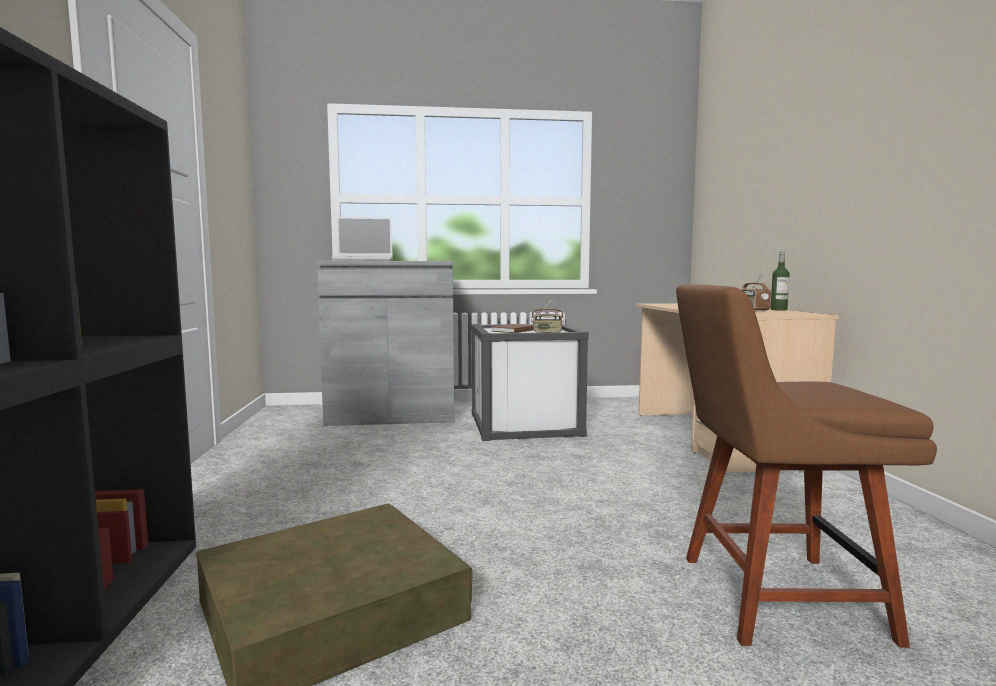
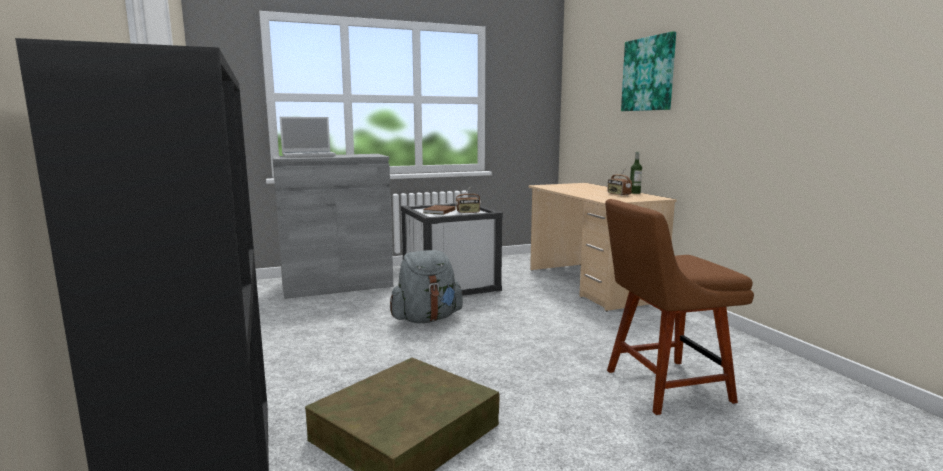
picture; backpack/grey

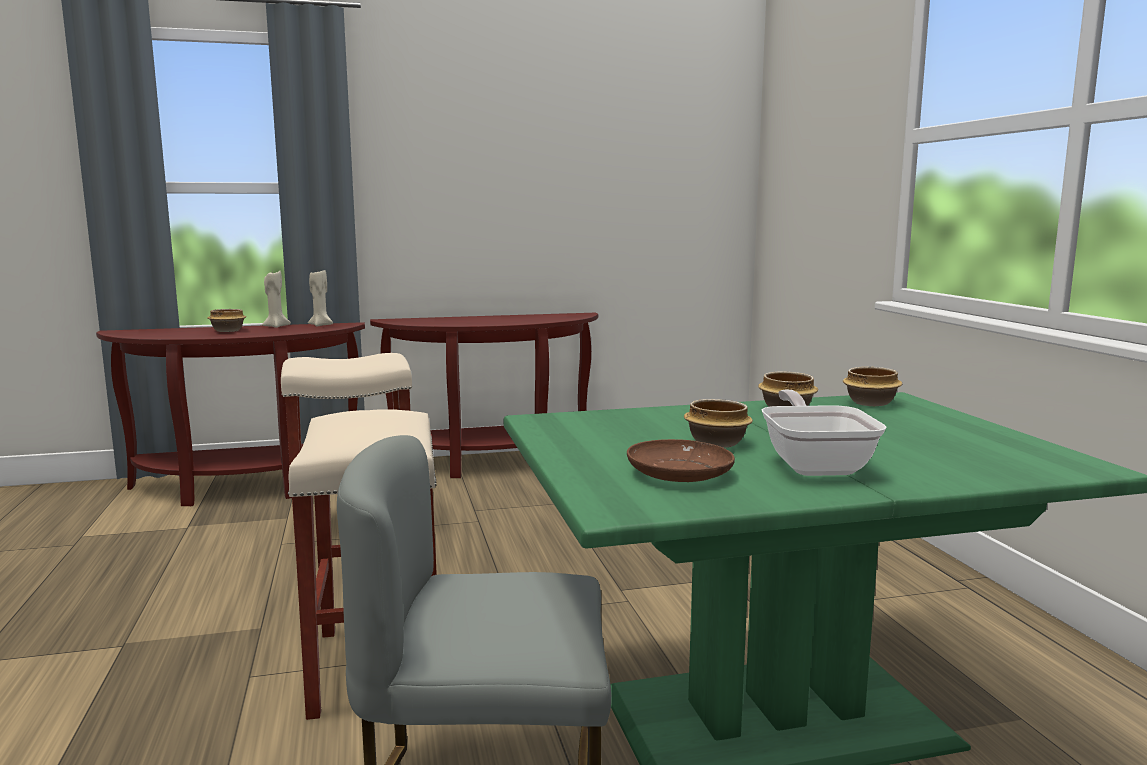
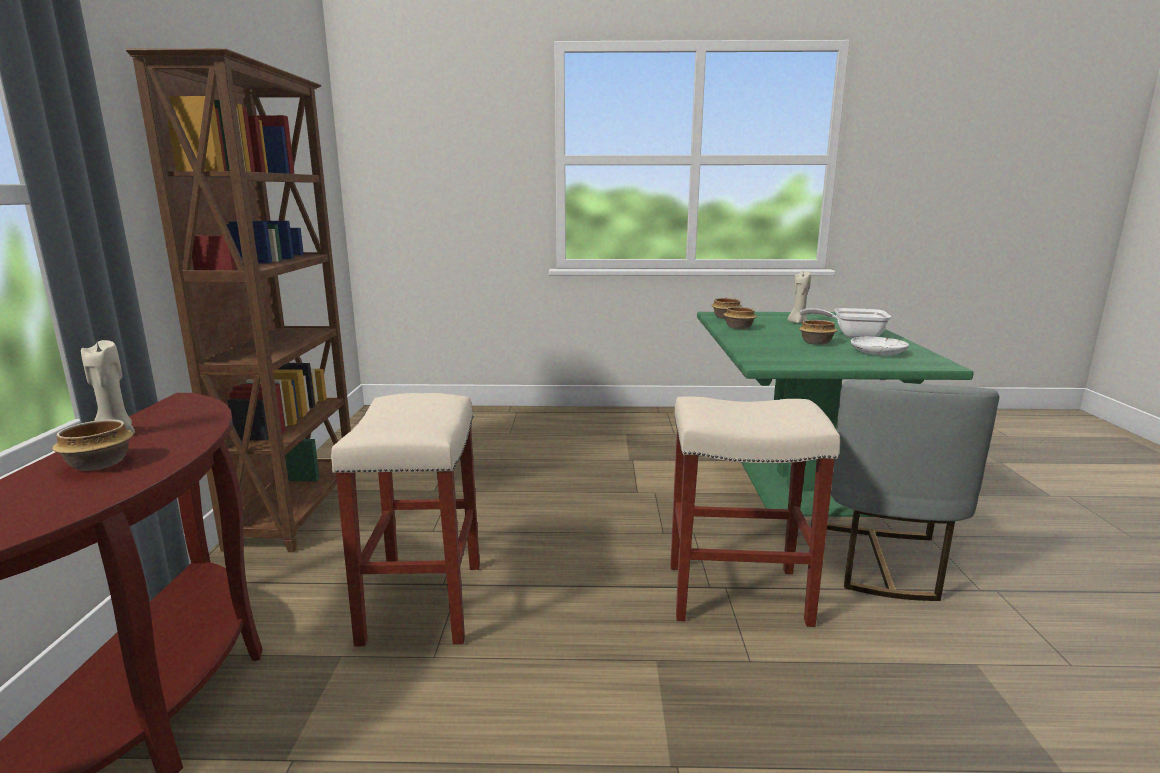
candle/beige (2nd from left); bookcase/brown; plate/white

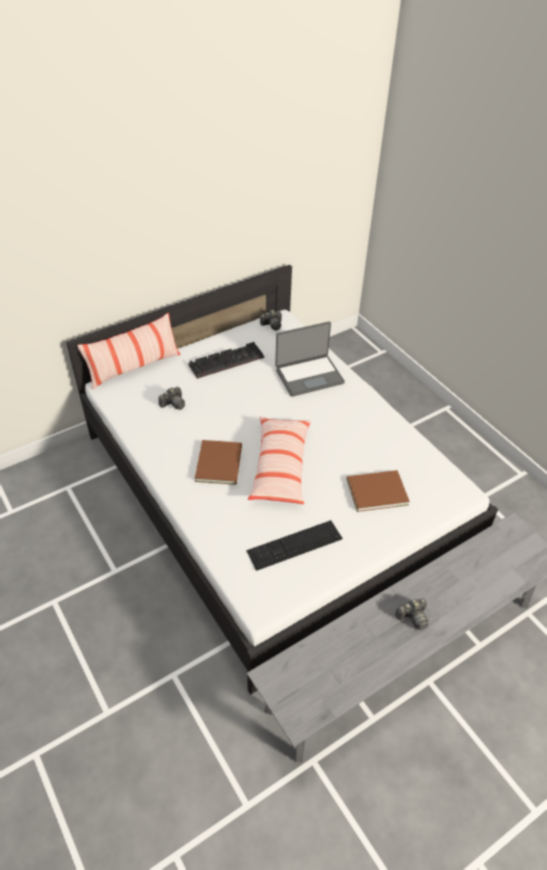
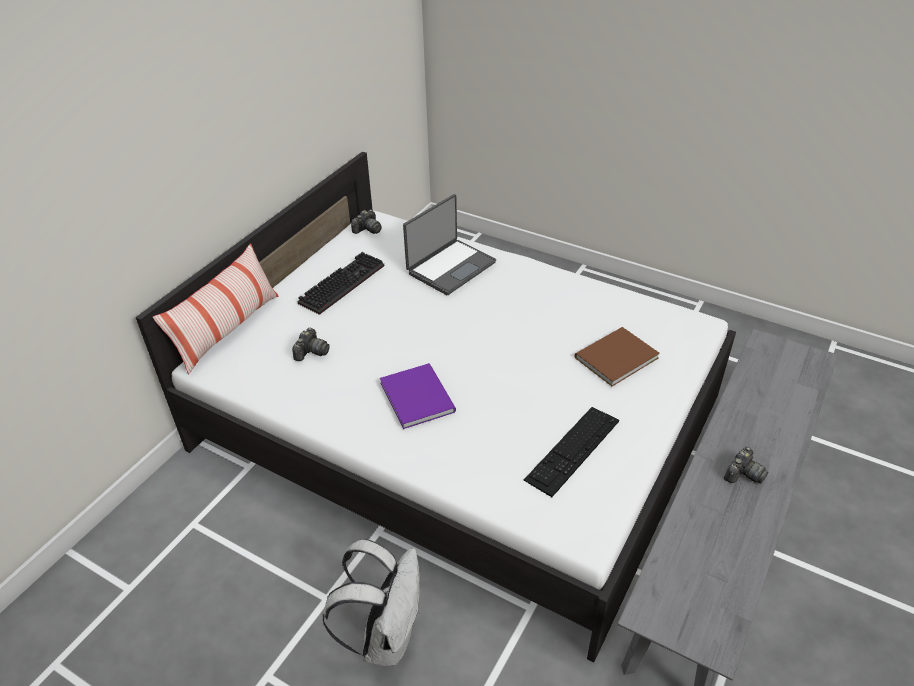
pillow (2nd from left in the first image); book/purple; backpack/white

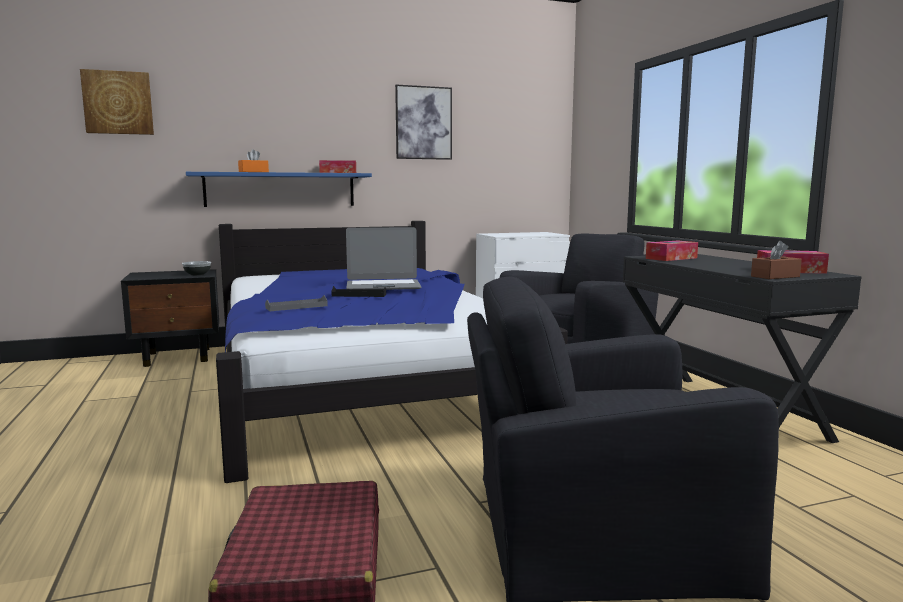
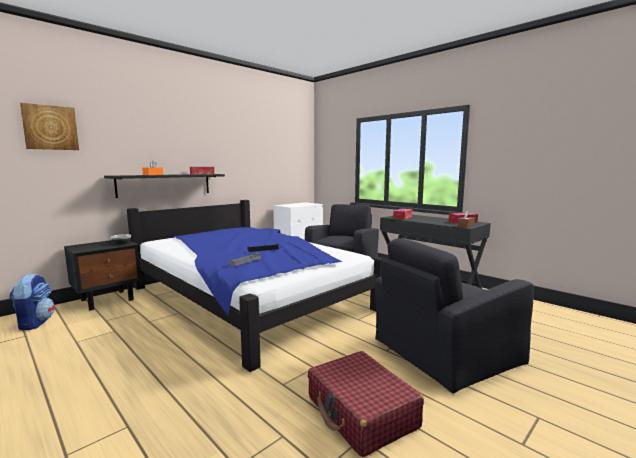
picture (2nd from left in the first image); shelf/black; laptop; backpack

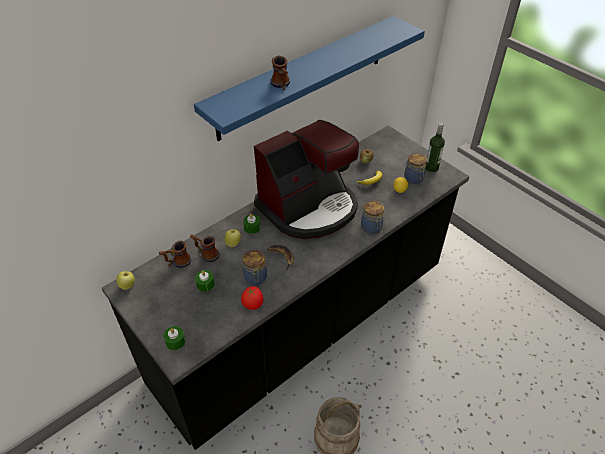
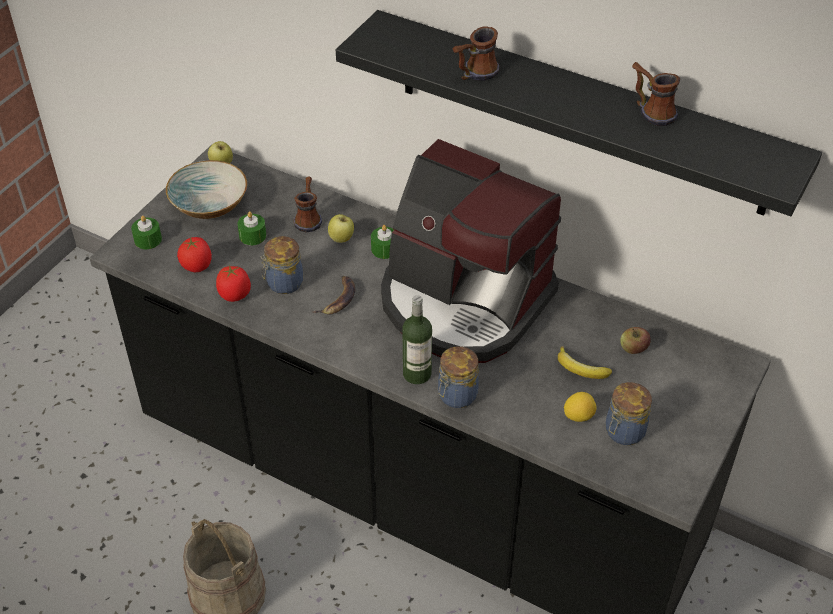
shelf/black; bottle; mug (3rd from left); bowl; tomato (1st from left)

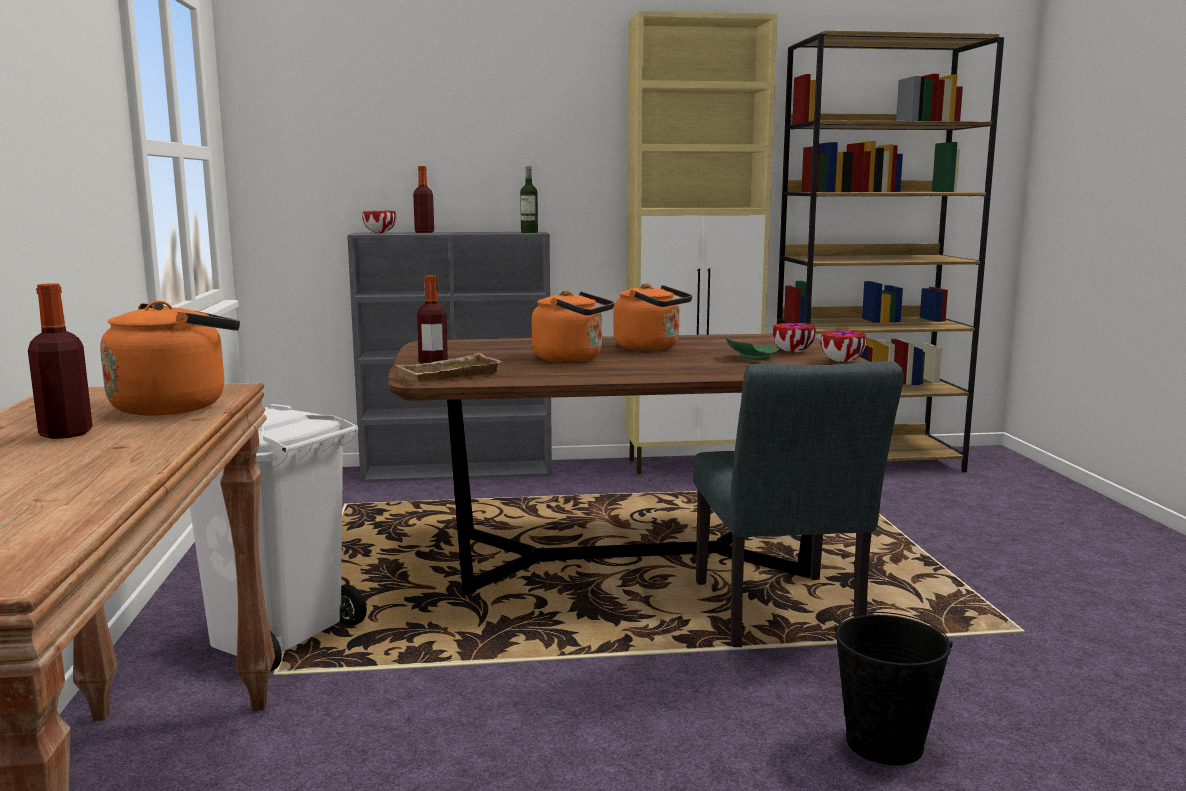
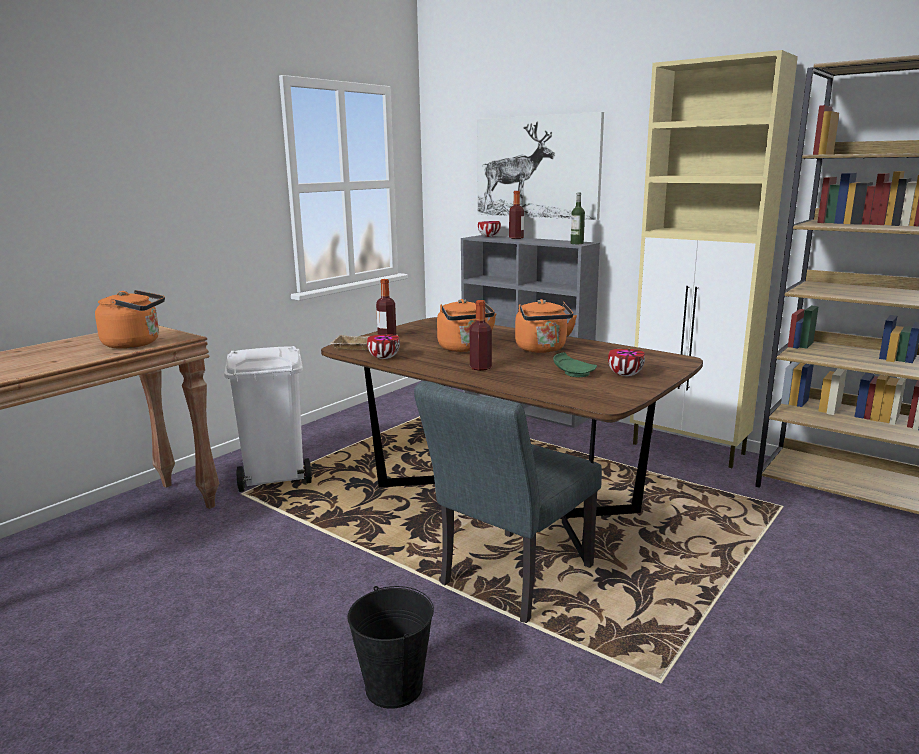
bottle (2nd from left); bowl (1st from left); picture

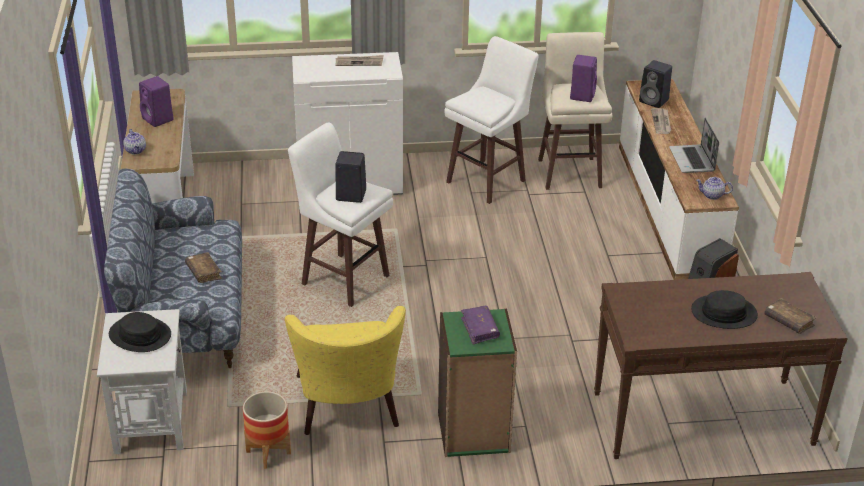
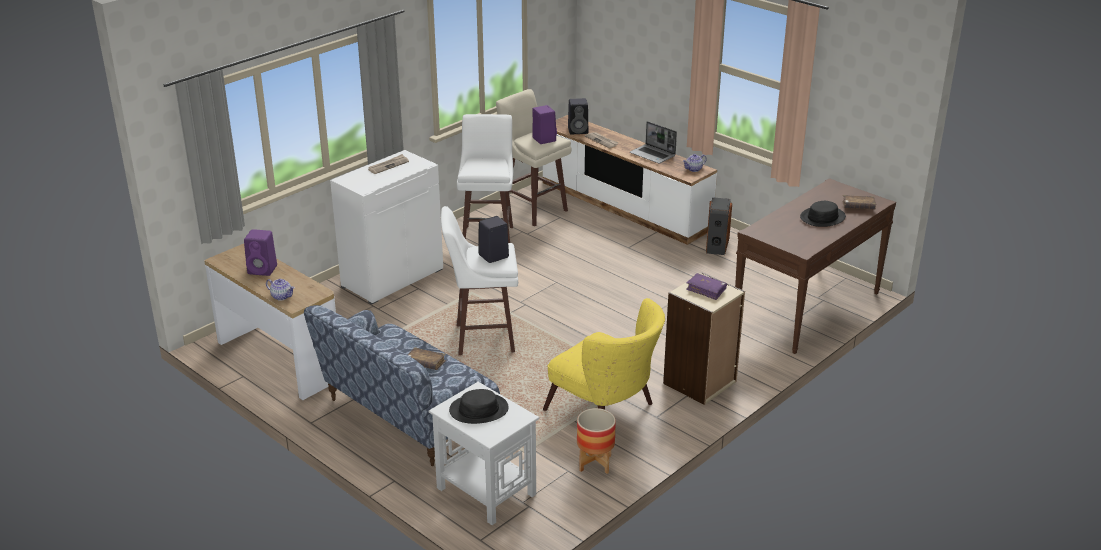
bookcase/beige

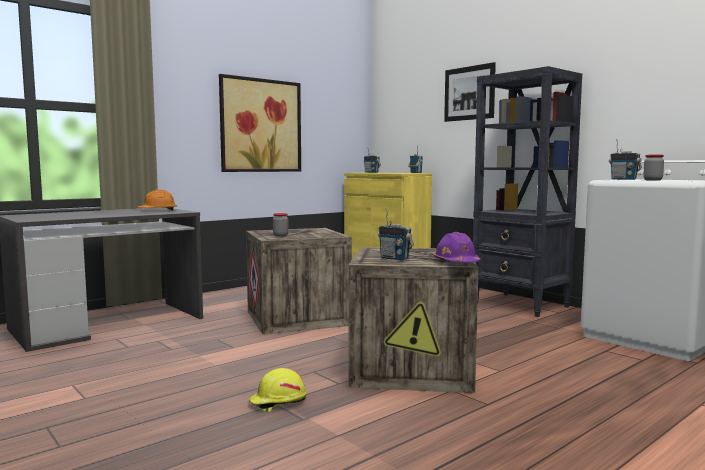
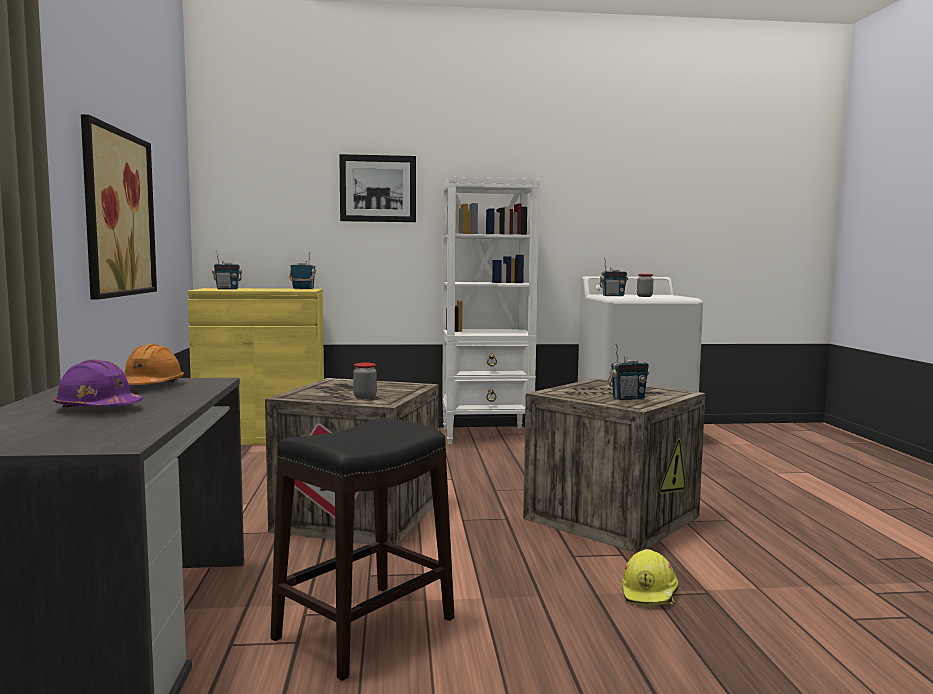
bookcase/white; hard hat/purple; stool/black

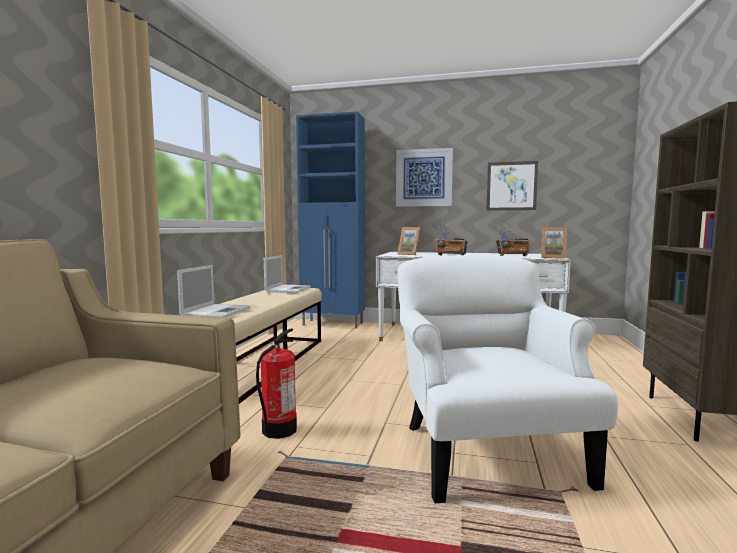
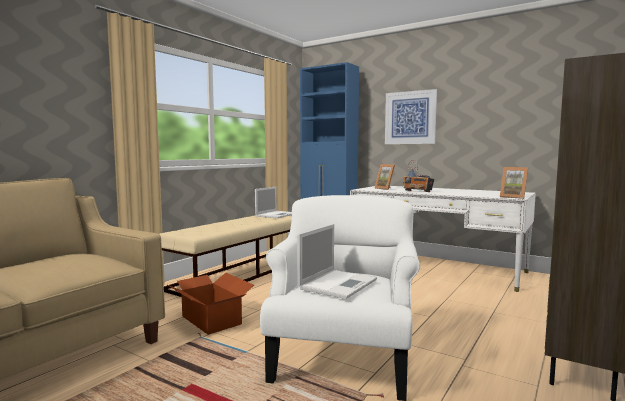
picture (2nd from left in the first image); radio (2nd from left in the first image); laptop (2nd from left); cardboard box

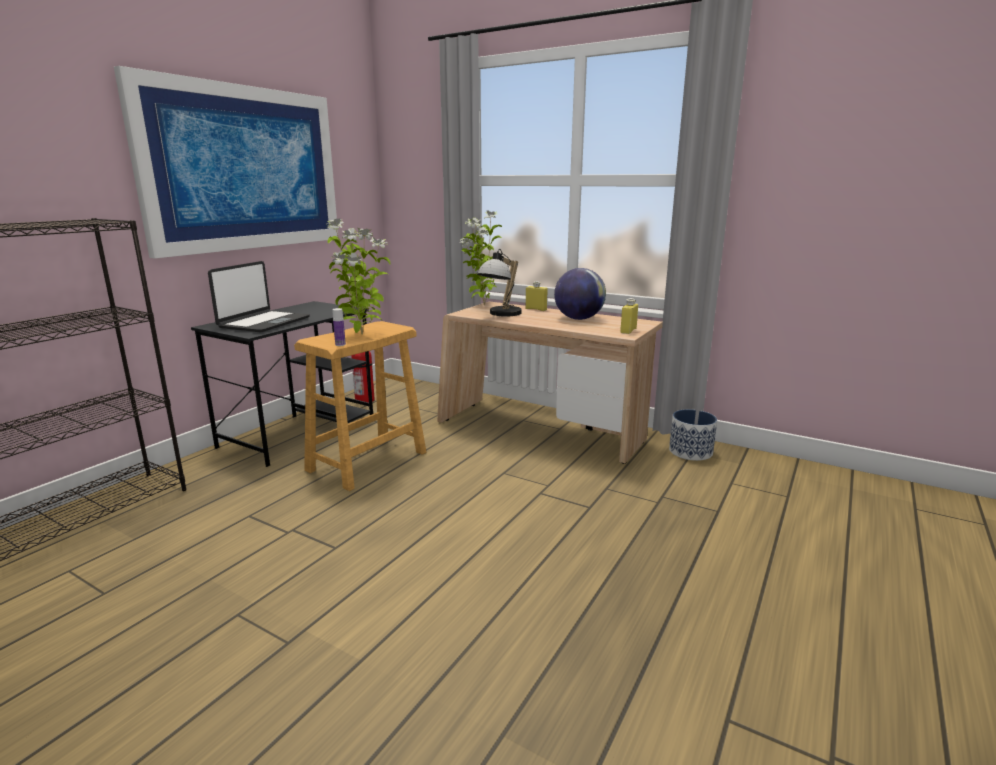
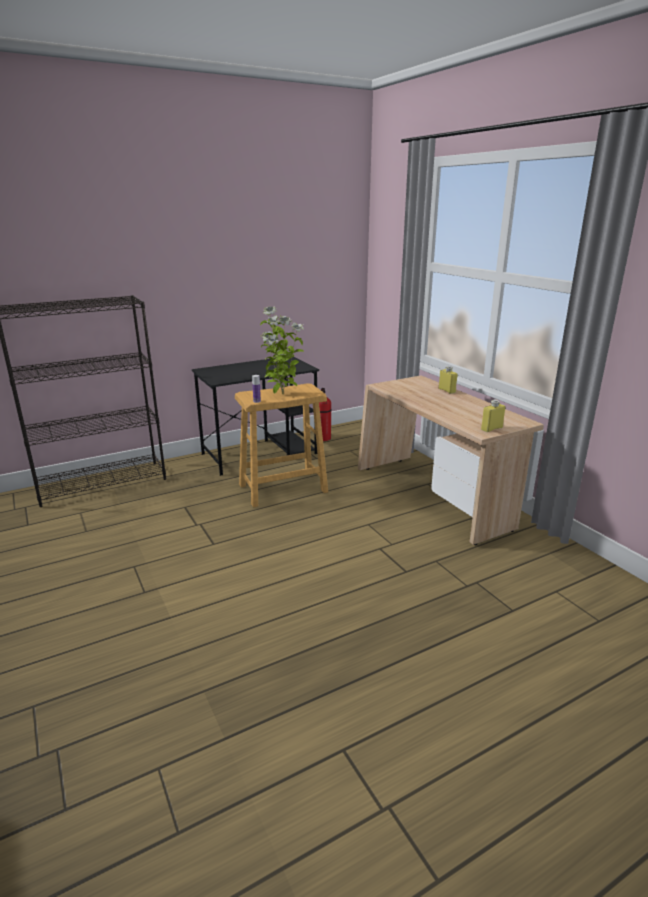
picture; potted plant (2nd from left in the first image); table lamp; laptop; globe; planter

